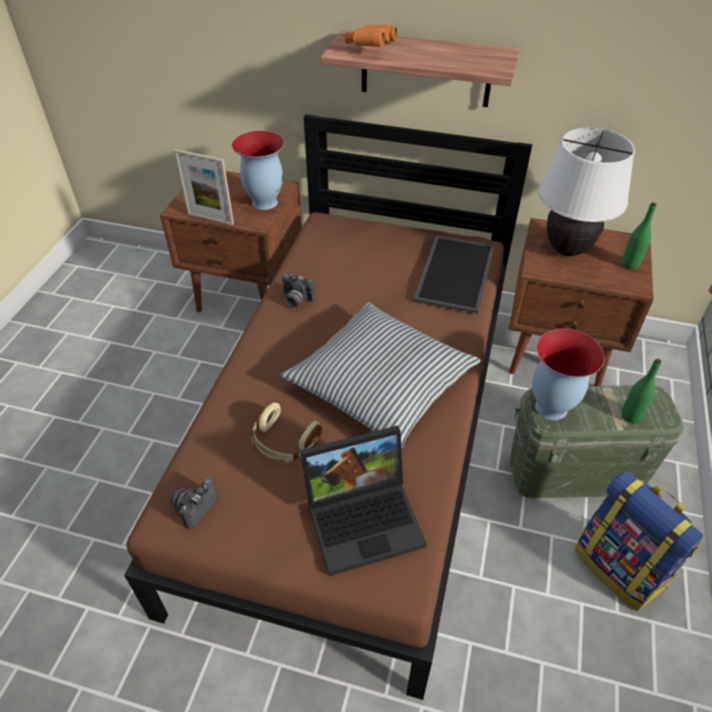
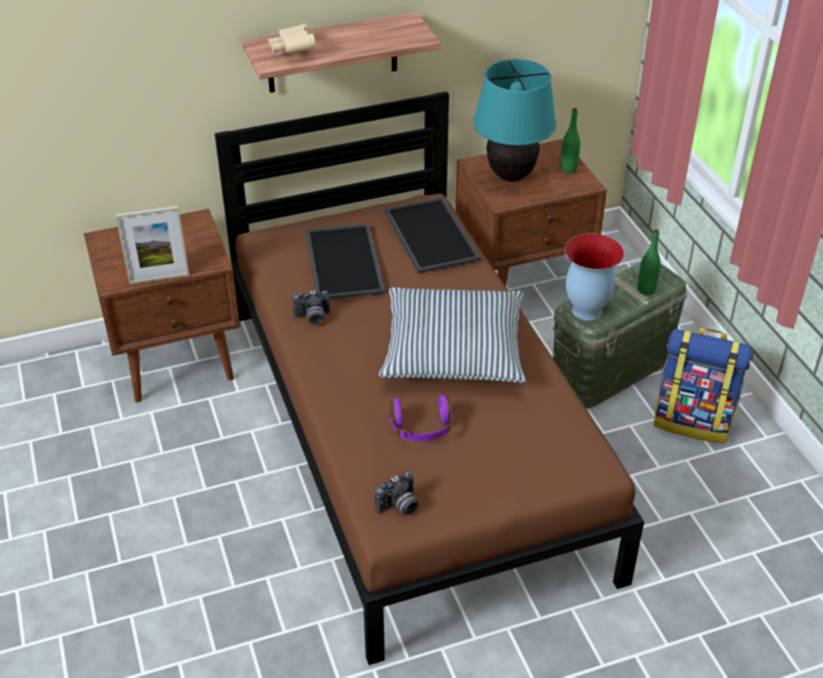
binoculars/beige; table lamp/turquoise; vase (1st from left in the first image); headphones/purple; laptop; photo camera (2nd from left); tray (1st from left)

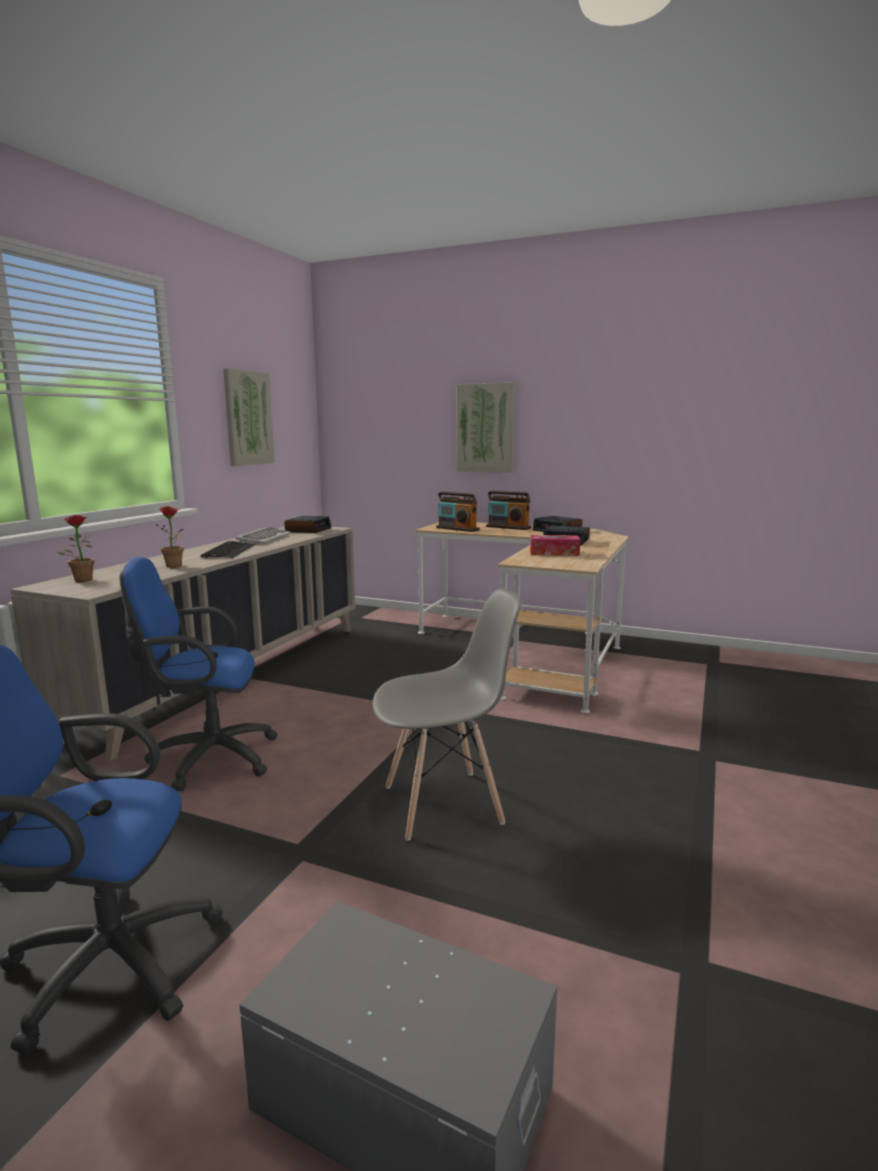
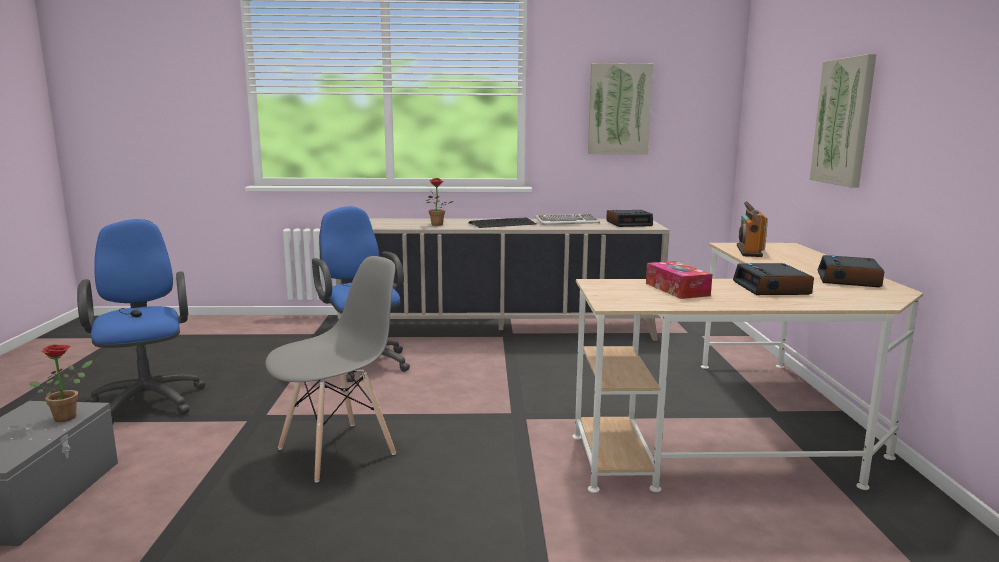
radio (2nd from left in the first image); potted plant (1st from left); chair/grey

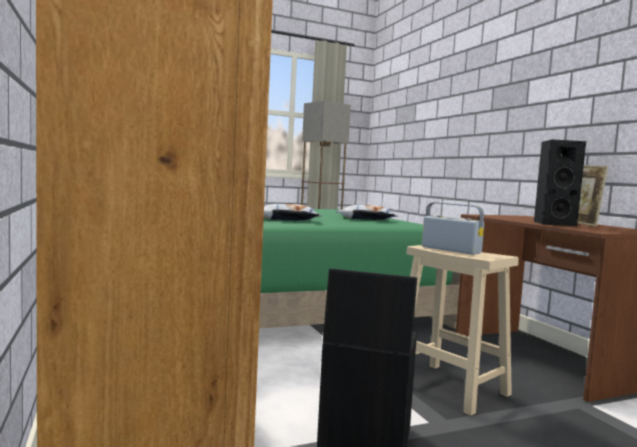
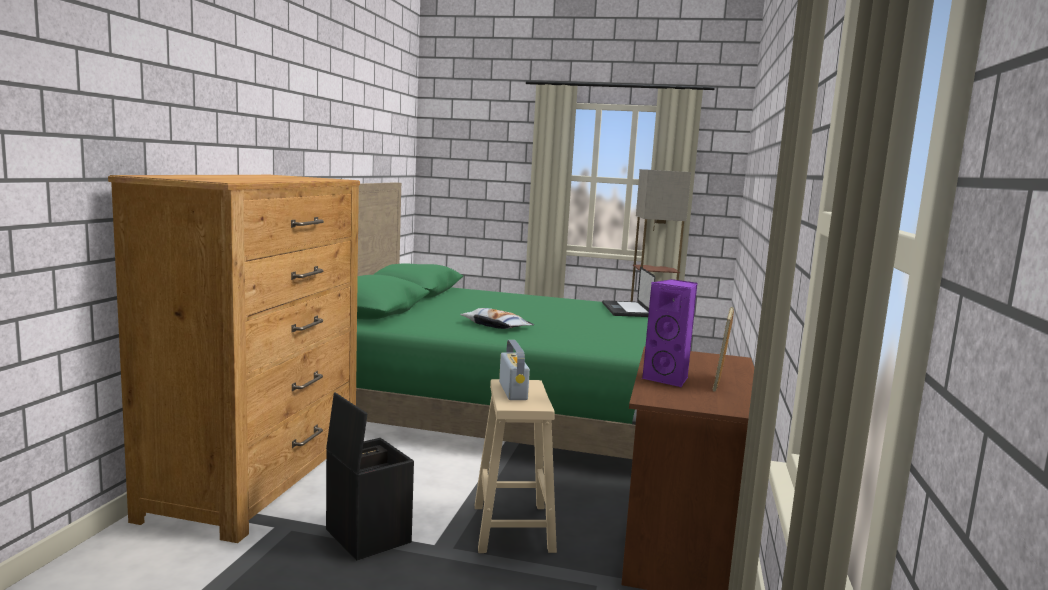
speaker/purple; pillow (2nd from left in the first image); laptop

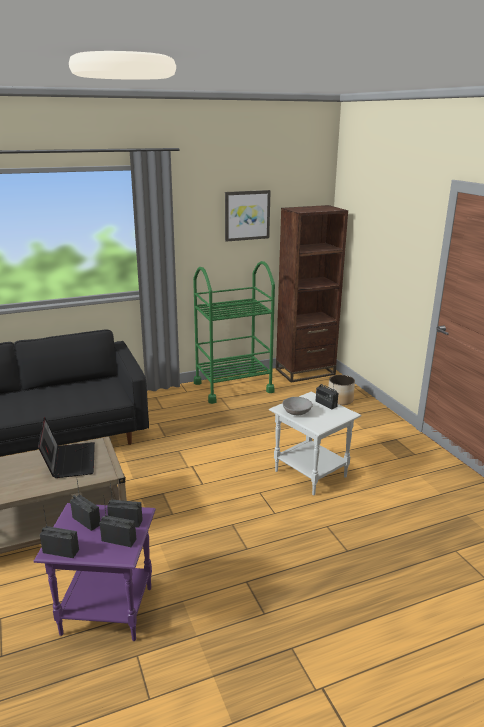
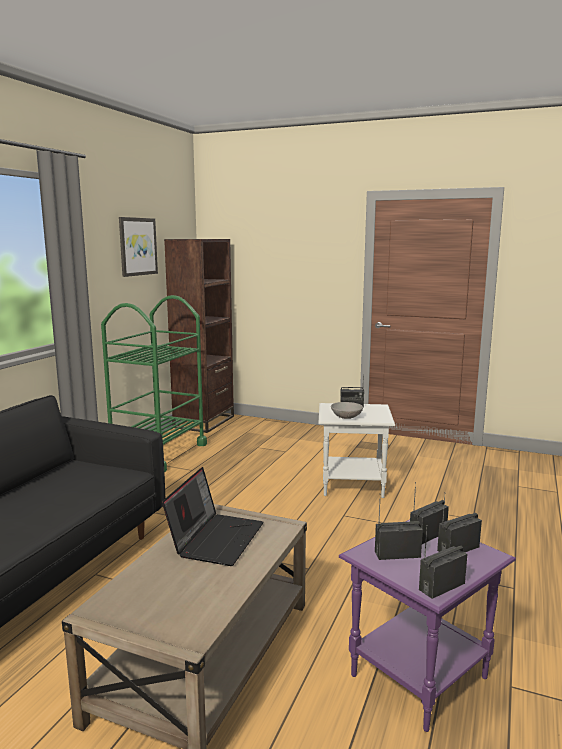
planter; laptop

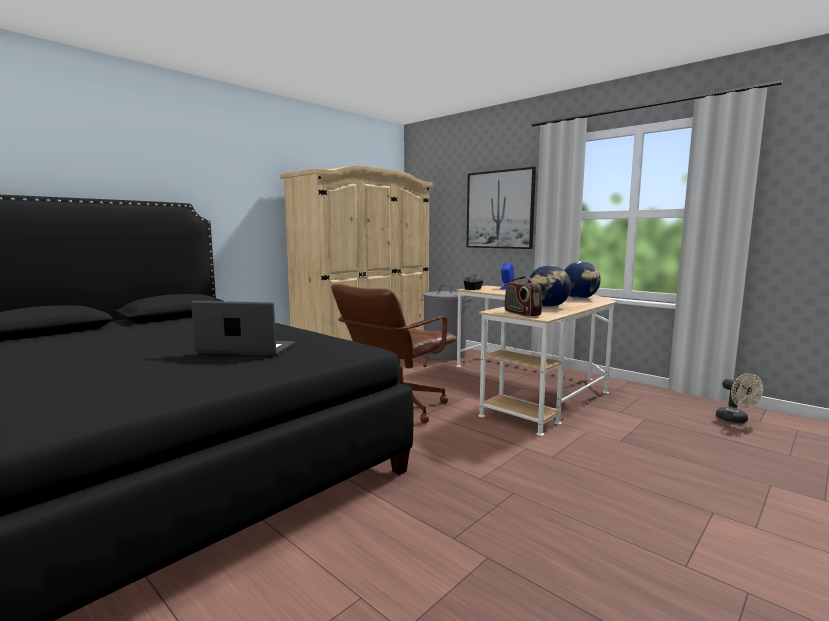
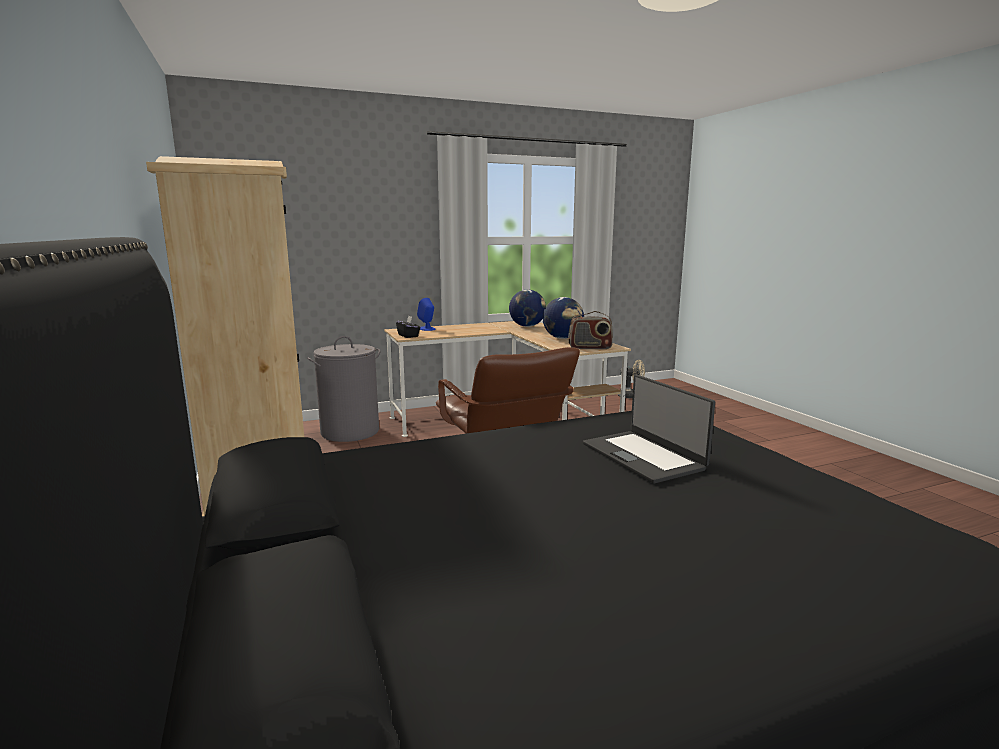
picture; laptop

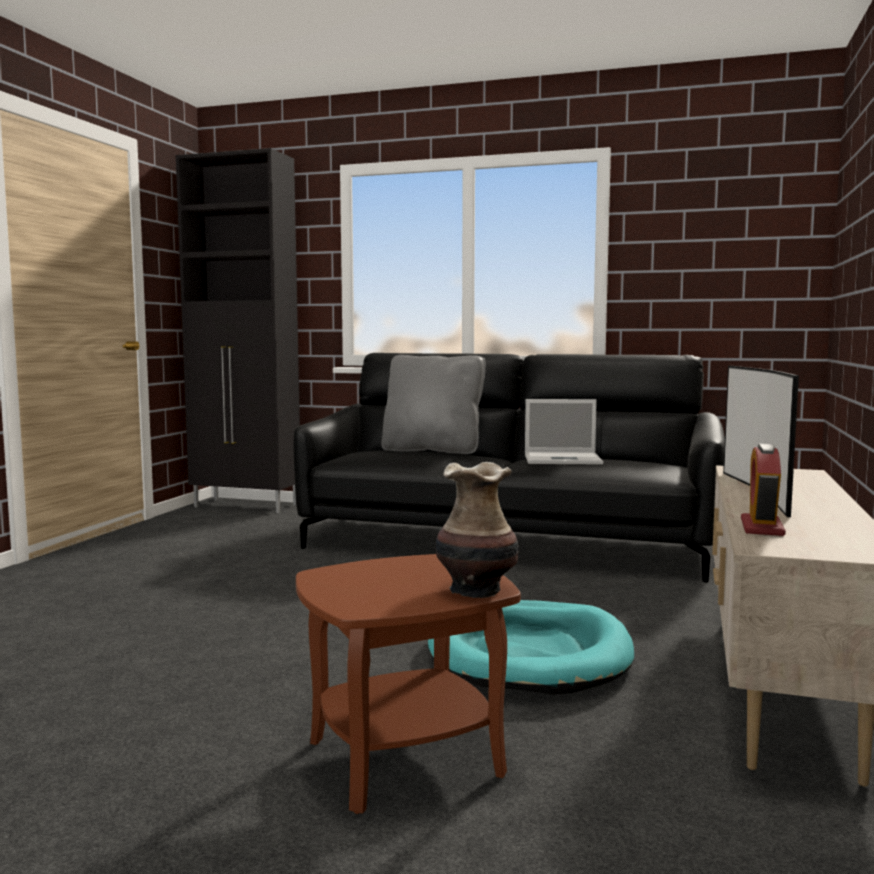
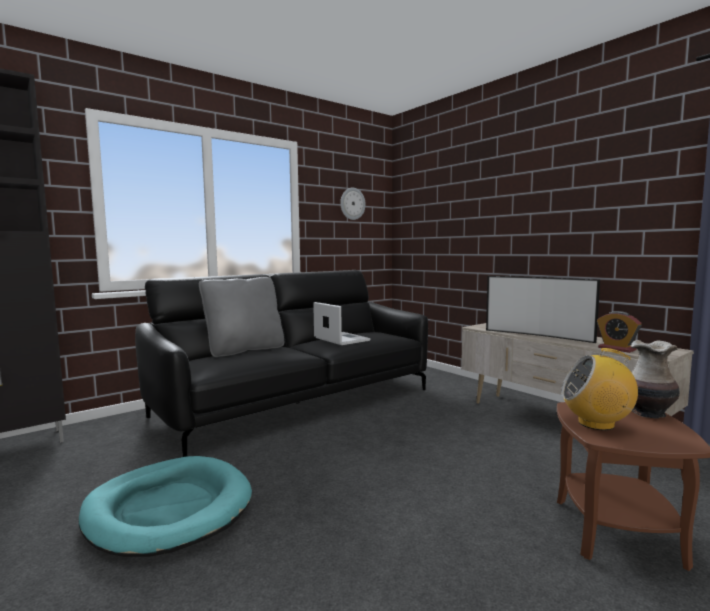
laptop; dog bed/turquoise; wall clock; radio

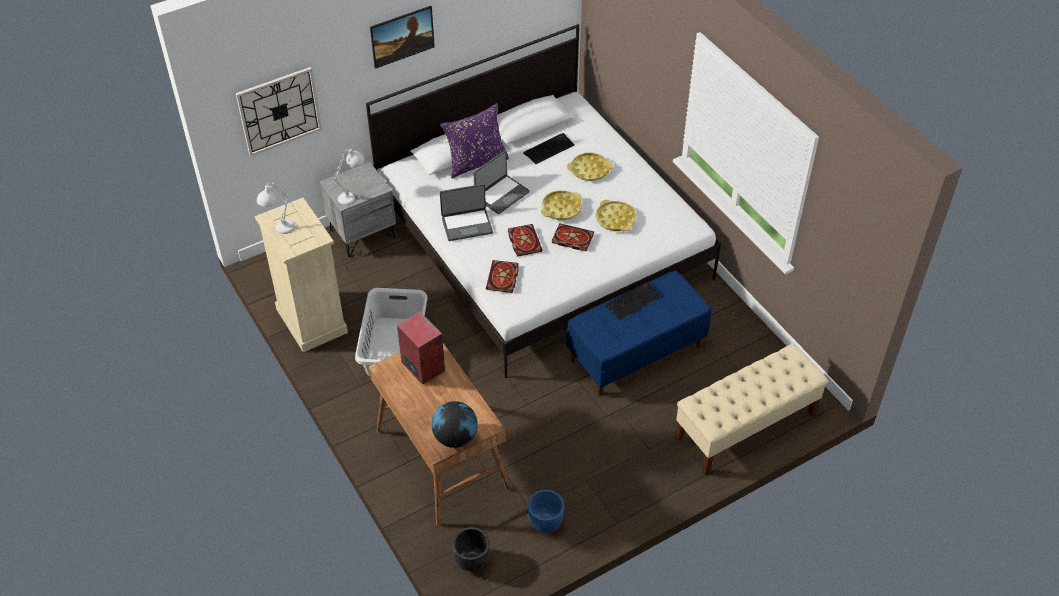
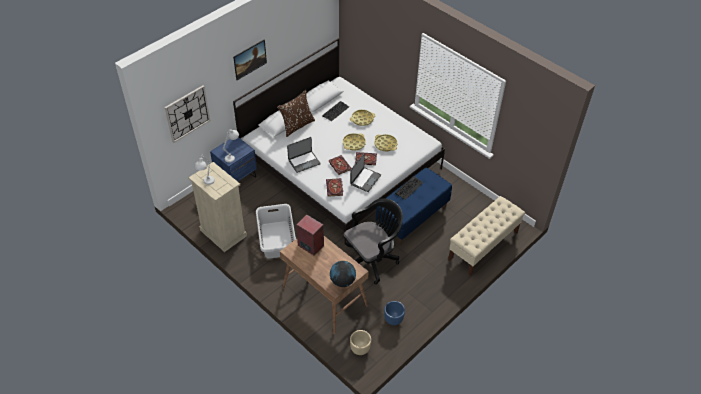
pillow/brown; laptop (2nd from left); nightstand/blue; planter/beige; office chair/black

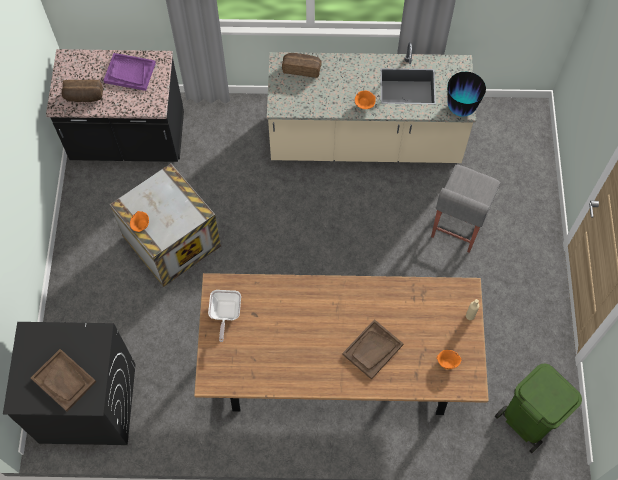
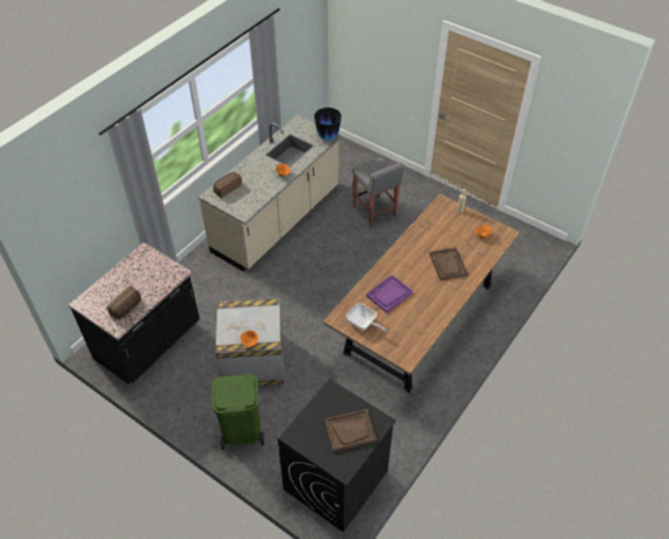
tray/purple; trash can/green

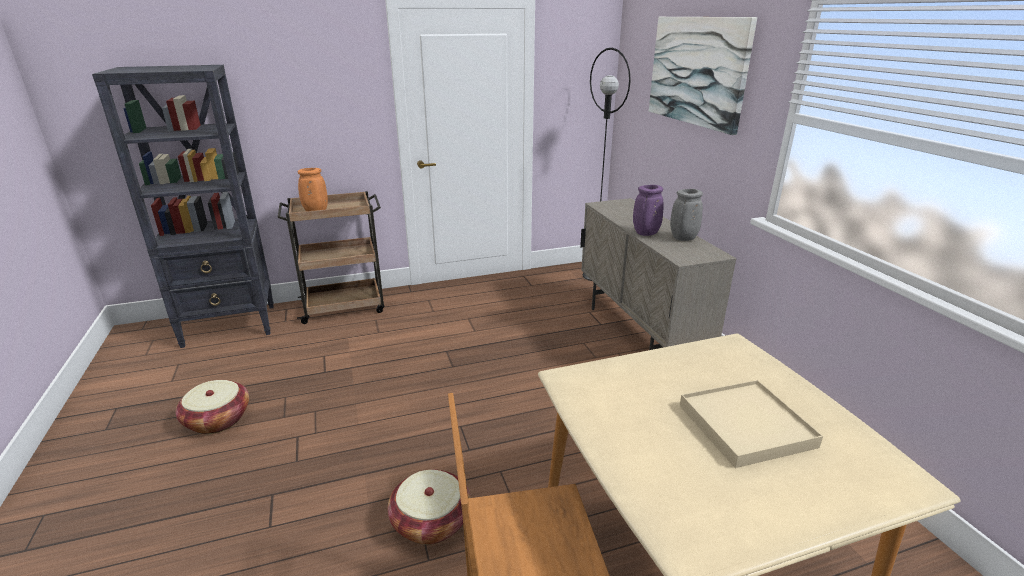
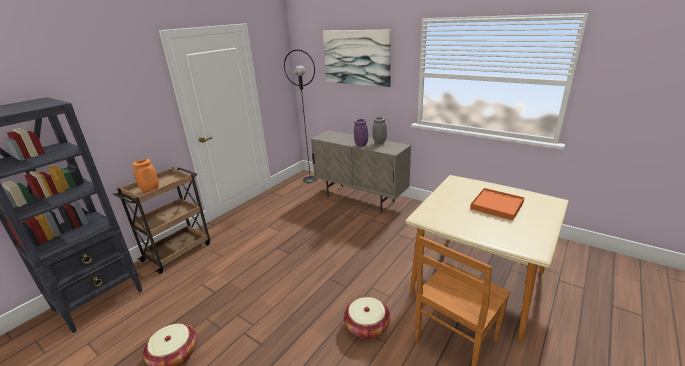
tray/orange

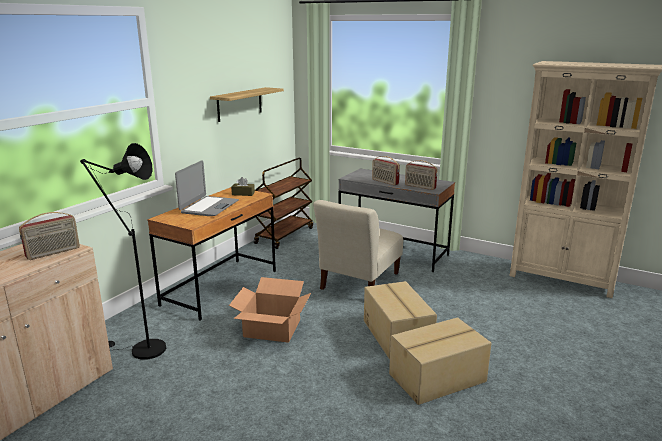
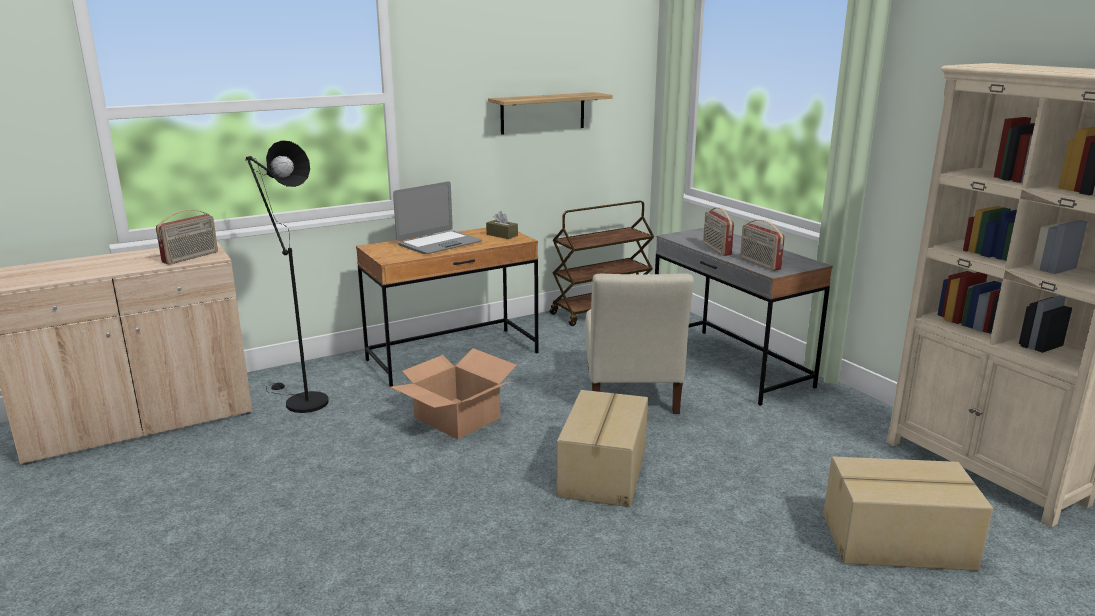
chair/beige; radio (1st from left); cardboard box (3rd from left)

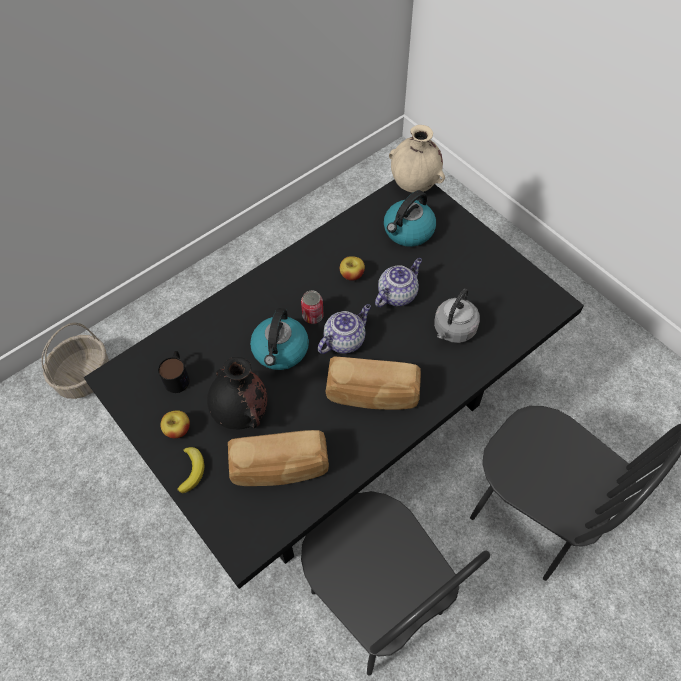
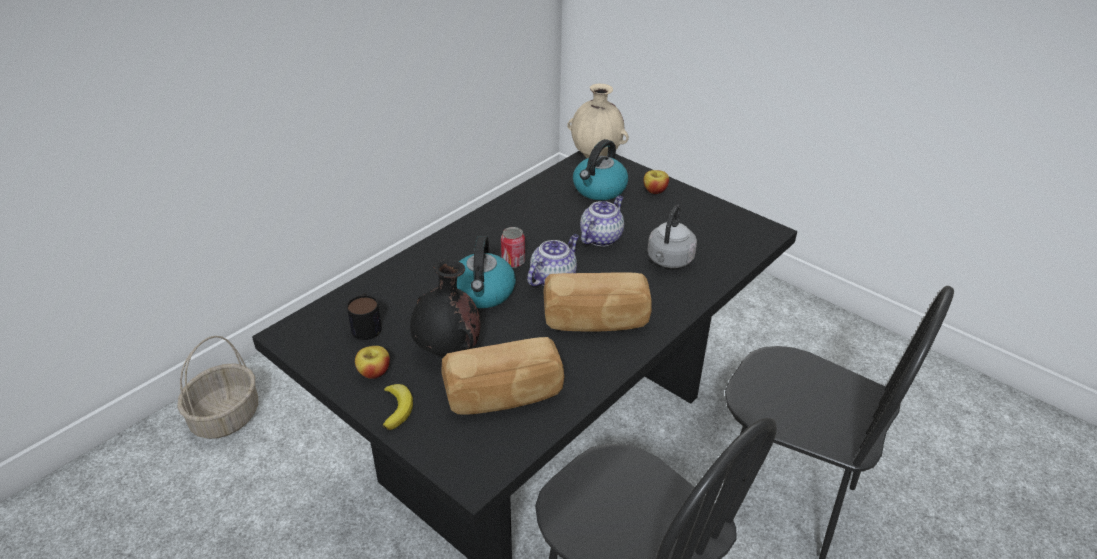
apple (2nd from left)

